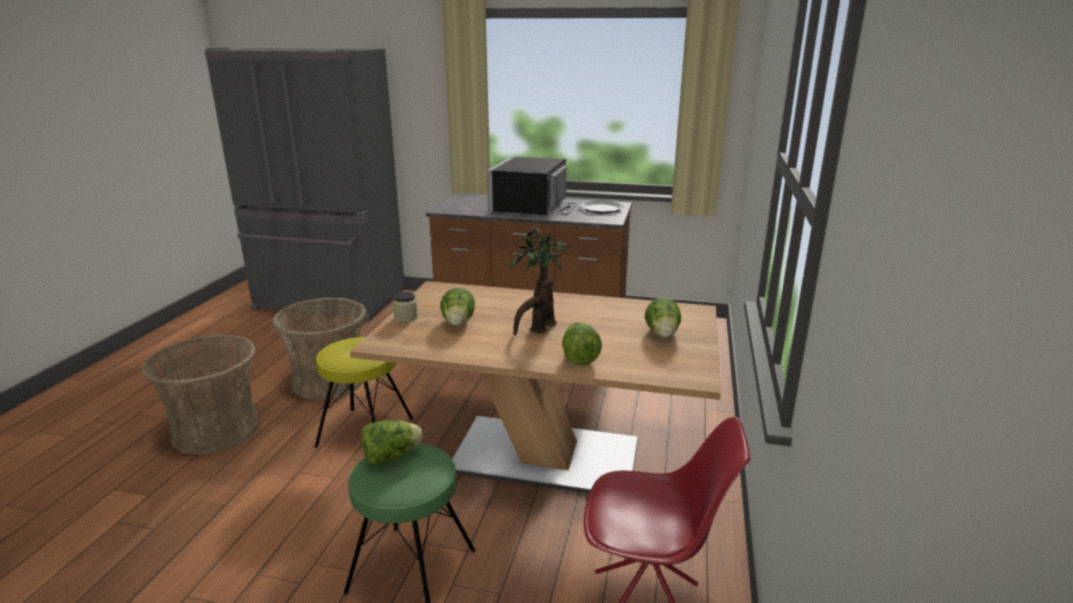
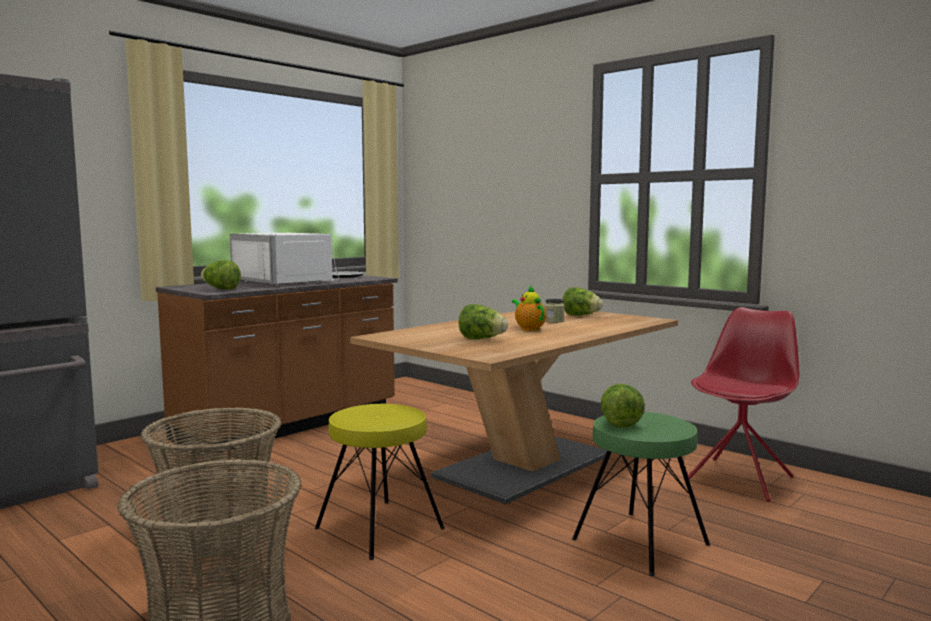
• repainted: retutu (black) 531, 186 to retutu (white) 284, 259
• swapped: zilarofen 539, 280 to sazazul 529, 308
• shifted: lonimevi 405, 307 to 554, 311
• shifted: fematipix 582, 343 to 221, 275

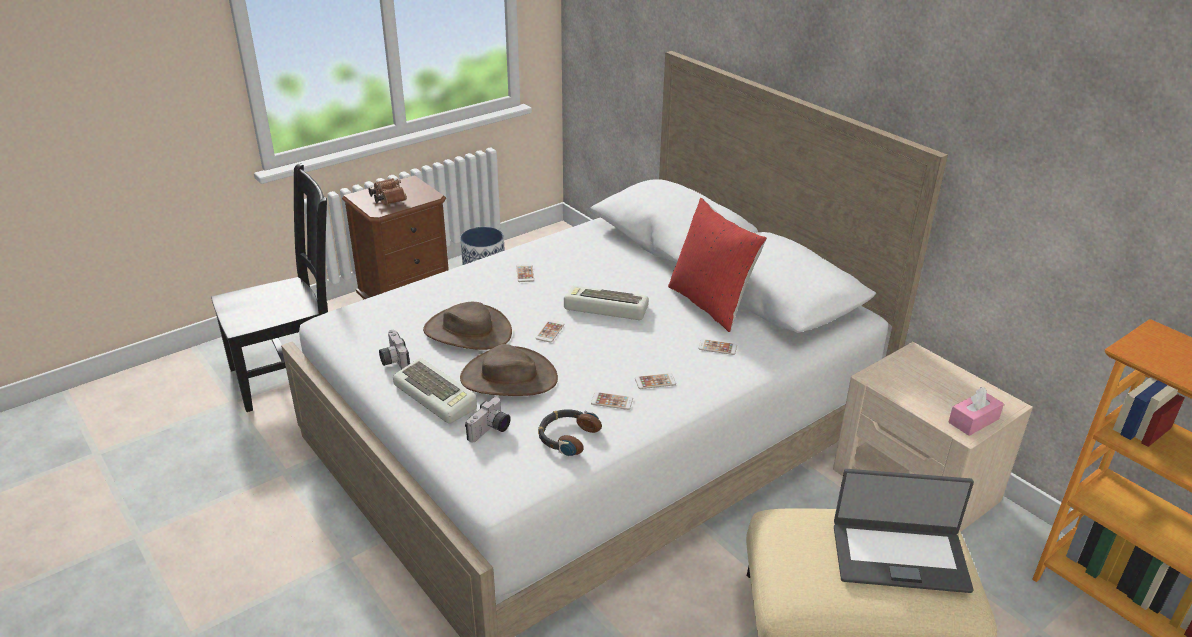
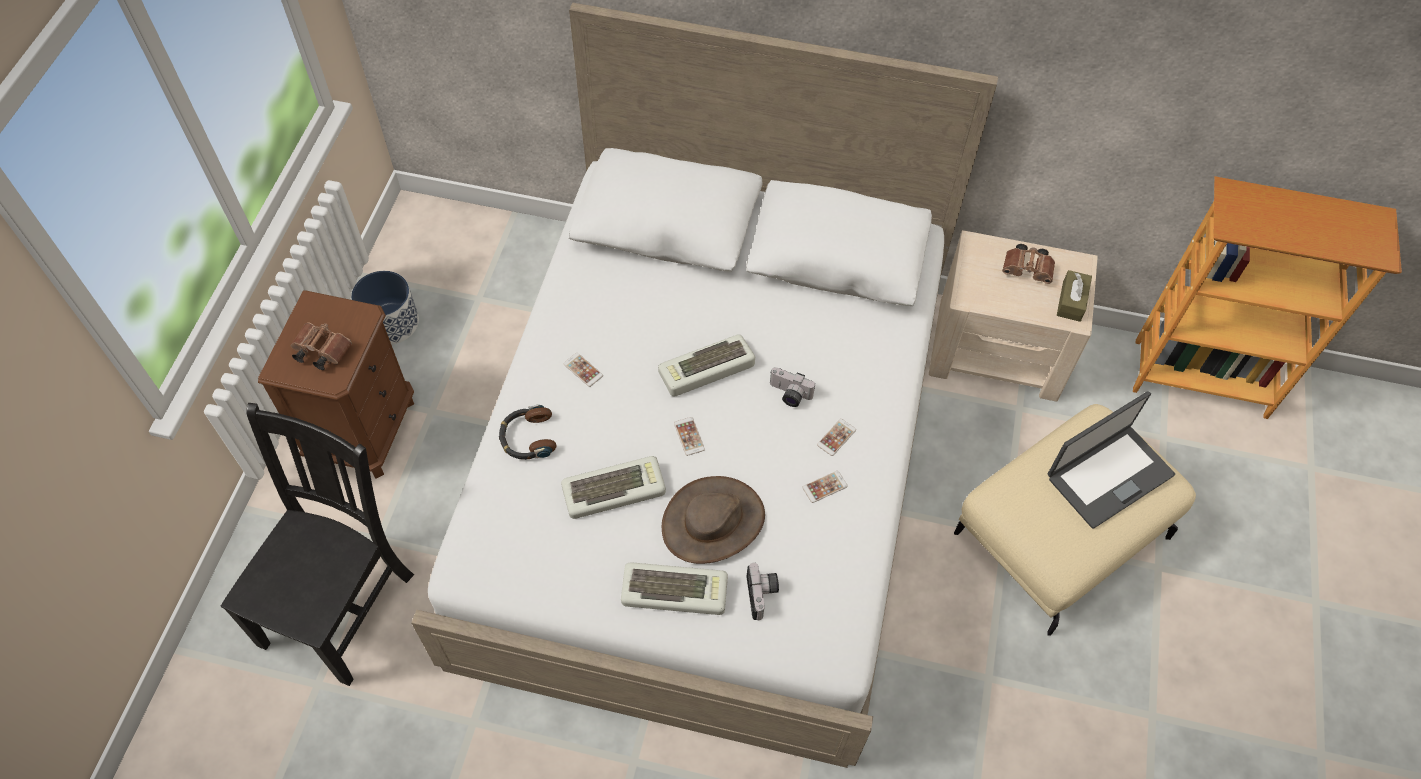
• gone: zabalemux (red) 717, 265
• swapped: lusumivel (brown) 467, 326 to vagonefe 613, 487
• shifted: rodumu 394, 349 to 792, 387
• gone: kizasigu 717, 347
• repainted: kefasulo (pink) 976, 411 to kefasulo (brown) 1074, 296
• shifted: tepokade 570, 432 to 527, 432
• new: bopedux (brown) 1028, 264

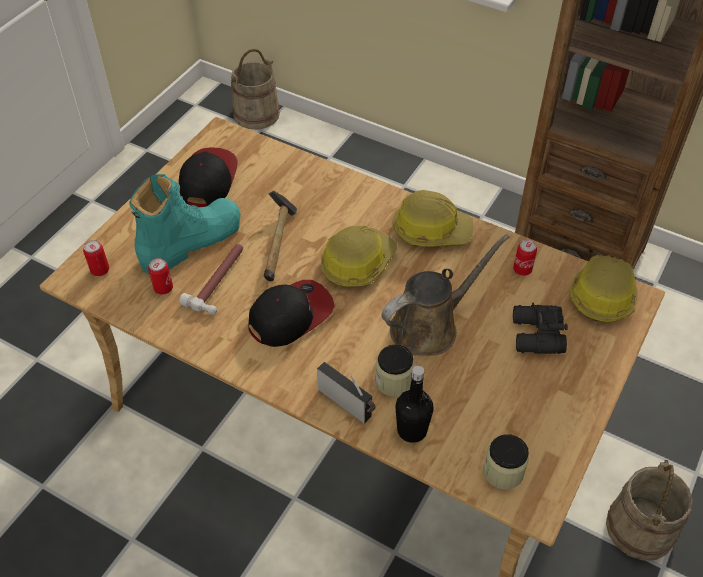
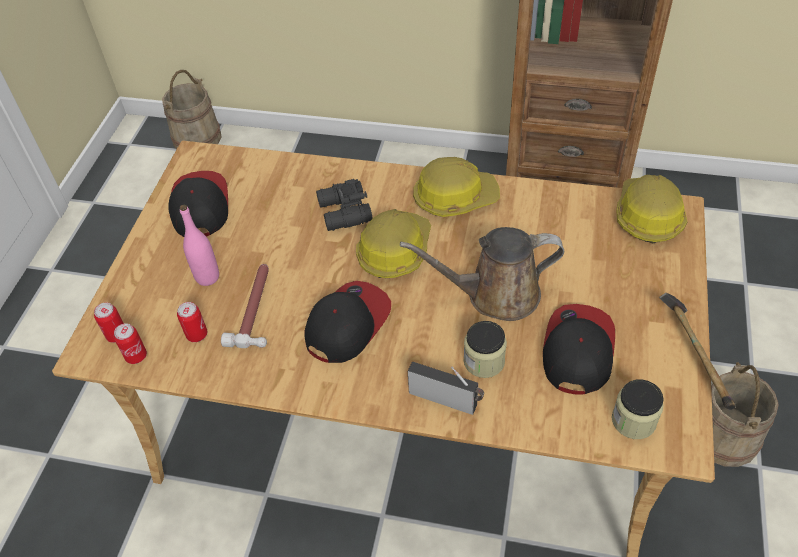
• swapped: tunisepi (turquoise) 185, 224 to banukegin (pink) 199, 245
• shifted: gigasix 280, 236 to 697, 351
• rotated: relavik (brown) 445, 295 = 482, 274 135 degrees counterclockwise
• shifted: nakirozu 525, 258 to 130, 343
• shifted: bopedux (black) 540, 328 to 344, 205
• gone: banukegin (black) 414, 404
• new: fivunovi 579, 349

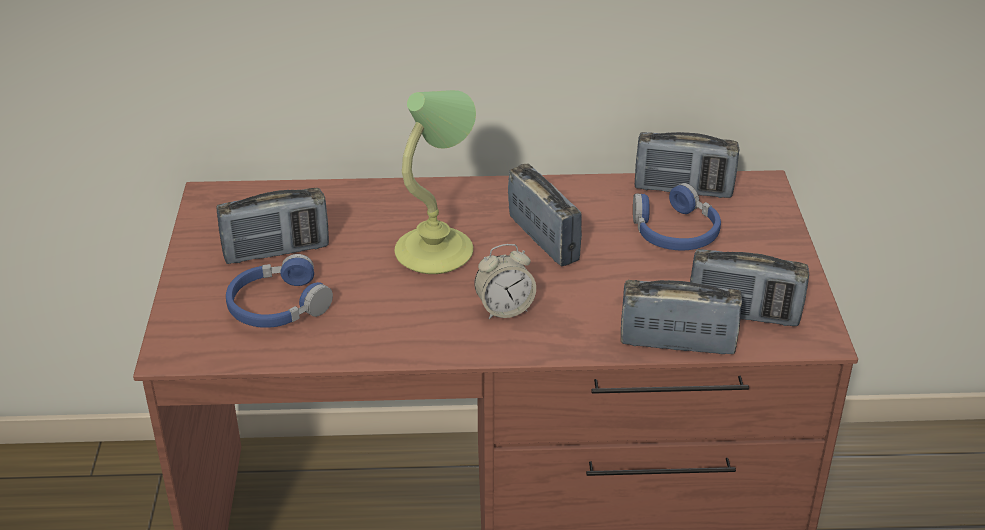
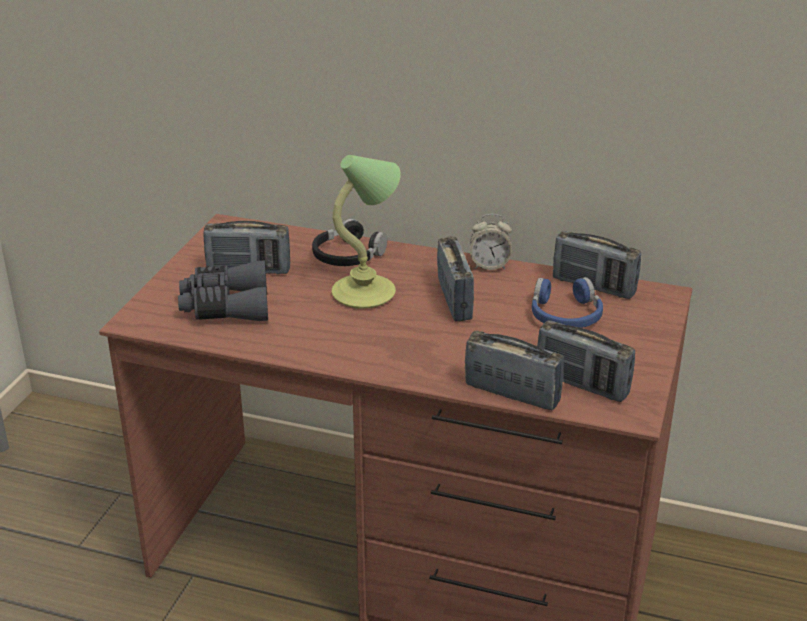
• shifted: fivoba 505, 281 to 491, 242
• swapped: tepokade (blue) 279, 291 to bopedux (grey) 223, 290
• new: tepokade (black) 349, 242

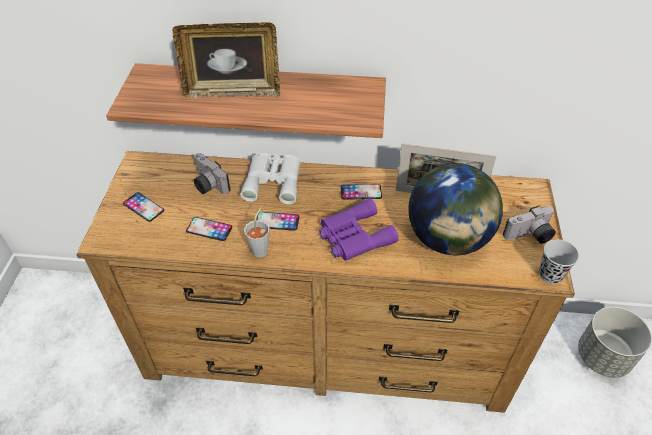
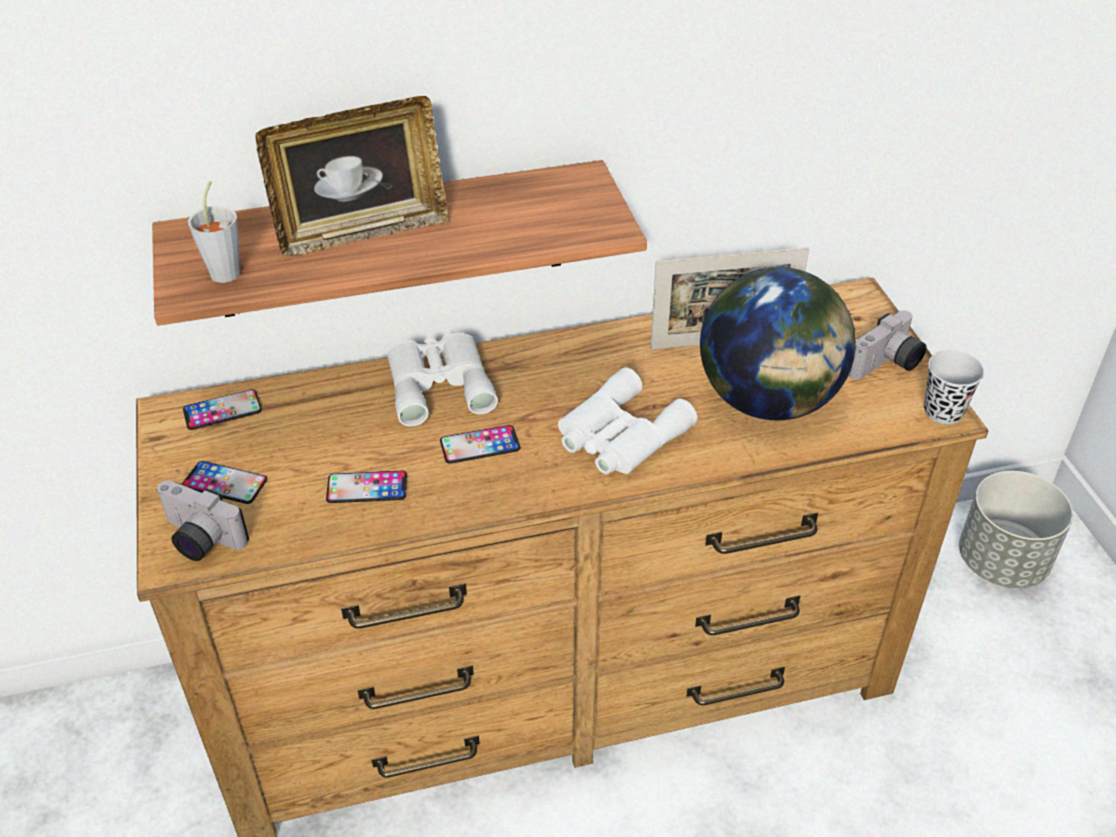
• shifted: rodumu 212, 173 to 202, 520
• shifted: kizasigu 361, 192 to 222, 409
• repainted: bopedux (purple) 359, 230 to bopedux (white) 627, 420
• shifted: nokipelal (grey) 257, 232 to 214, 232

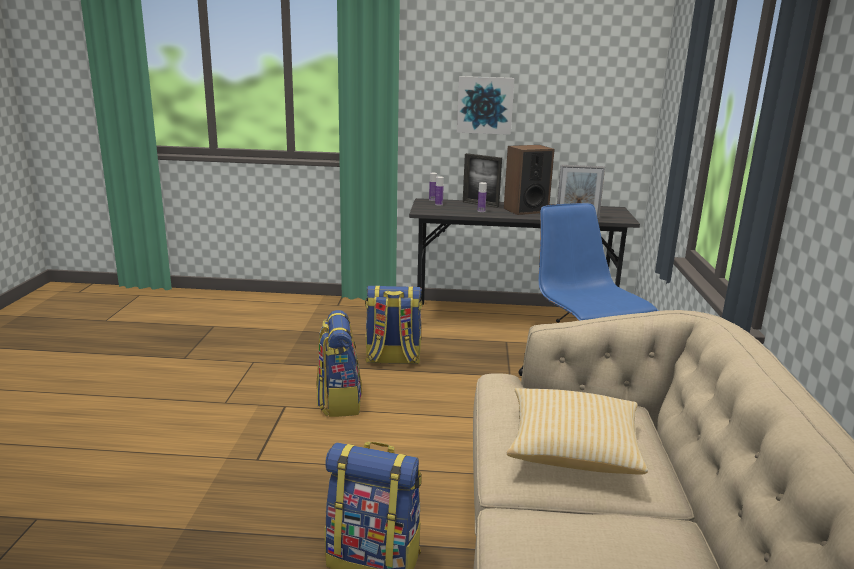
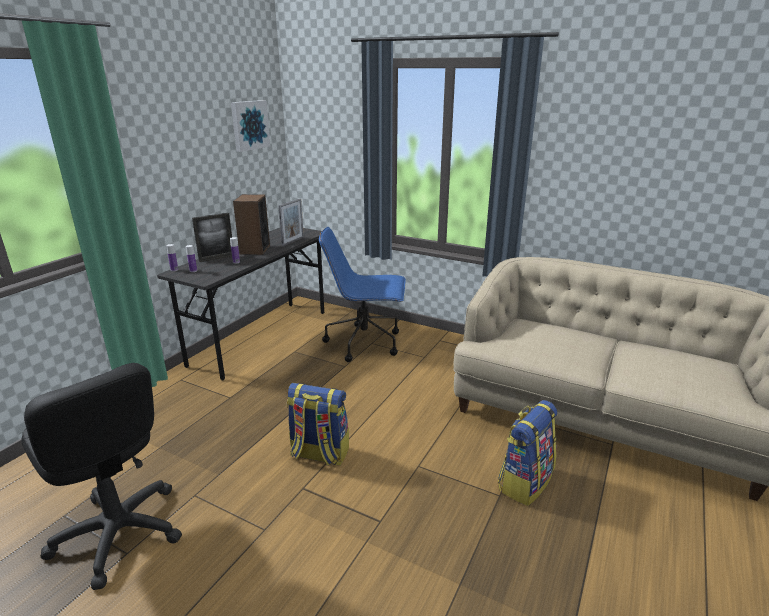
• shifted: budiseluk 486, 105 to 250, 126
• gone: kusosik 394, 325
• gone: zabalemux 577, 431
• new: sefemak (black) 101, 476

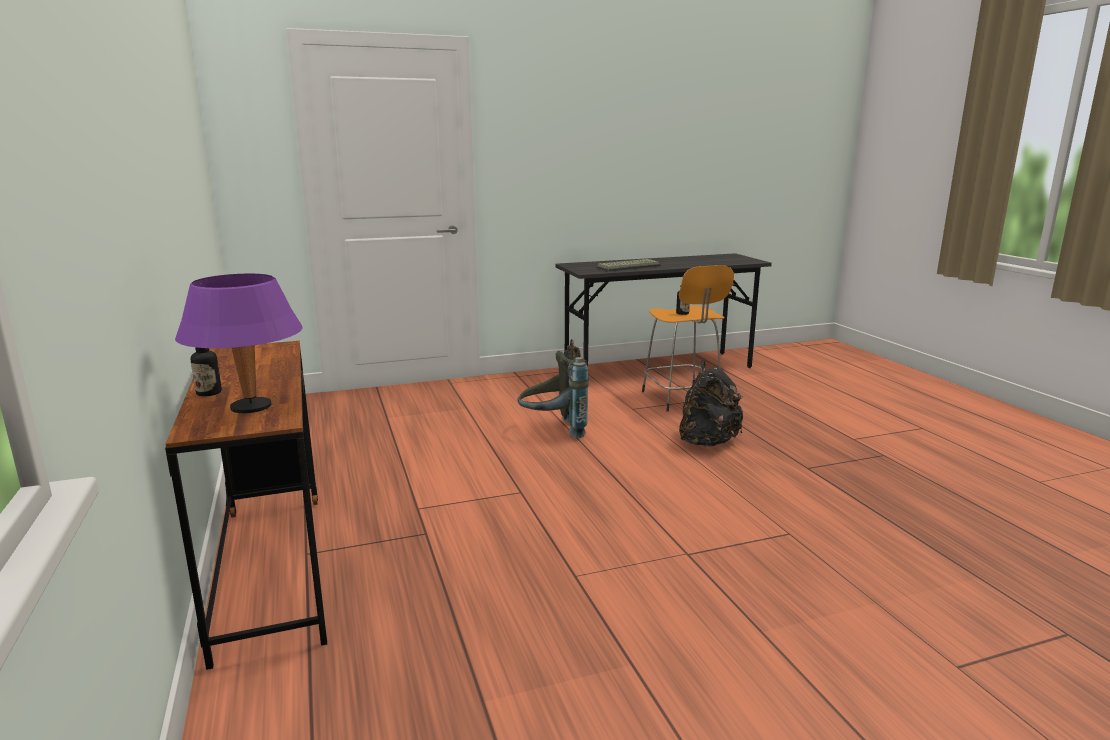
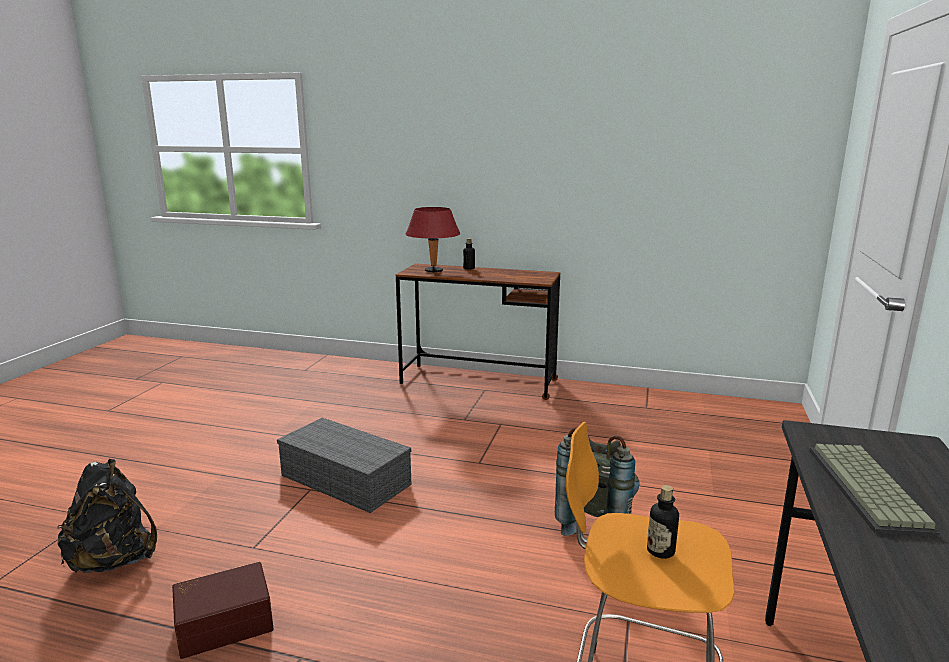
• repainted: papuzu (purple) 239, 343 to papuzu (red) 433, 240
• shifted: kusosik (black) 711, 403 to 107, 516
• new: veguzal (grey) 344, 465
• new: veguzal (brown) 223, 610

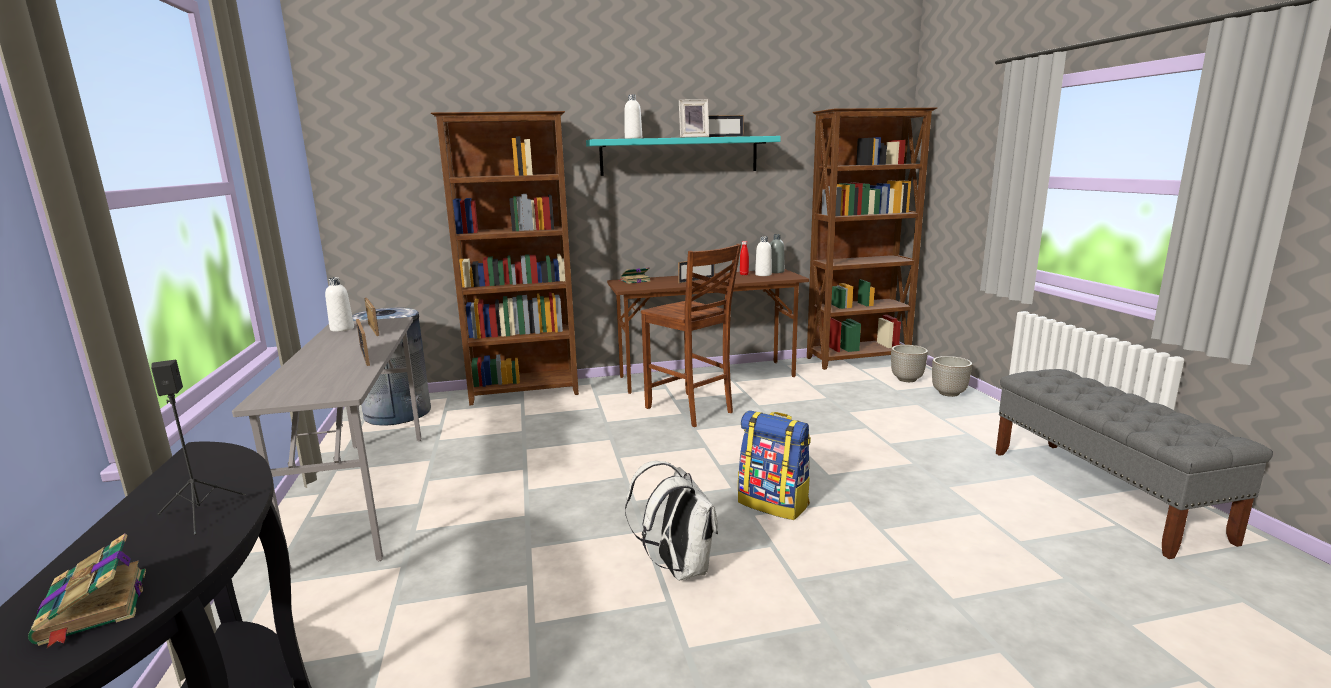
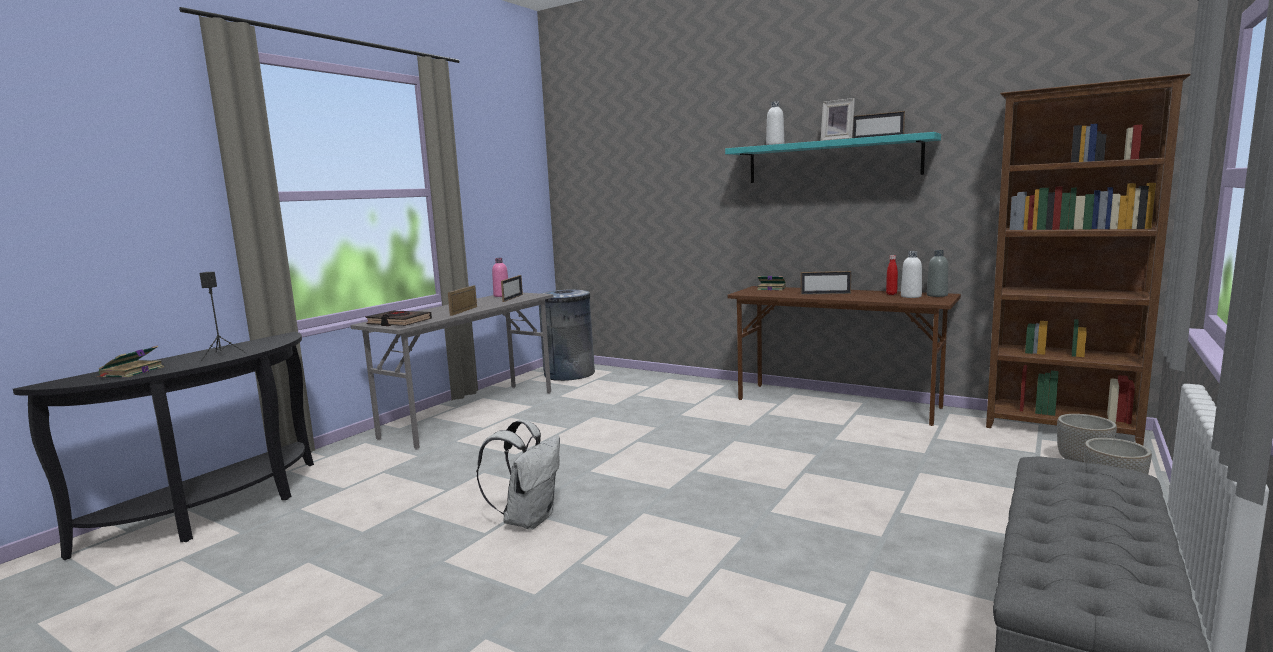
• gone: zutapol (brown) 505, 258
• gone: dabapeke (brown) 691, 335
• repainted: banukegin (white) 339, 304 to banukegin (pink) 500, 277
• gone: kusosik 774, 465
• new: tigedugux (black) 399, 318

